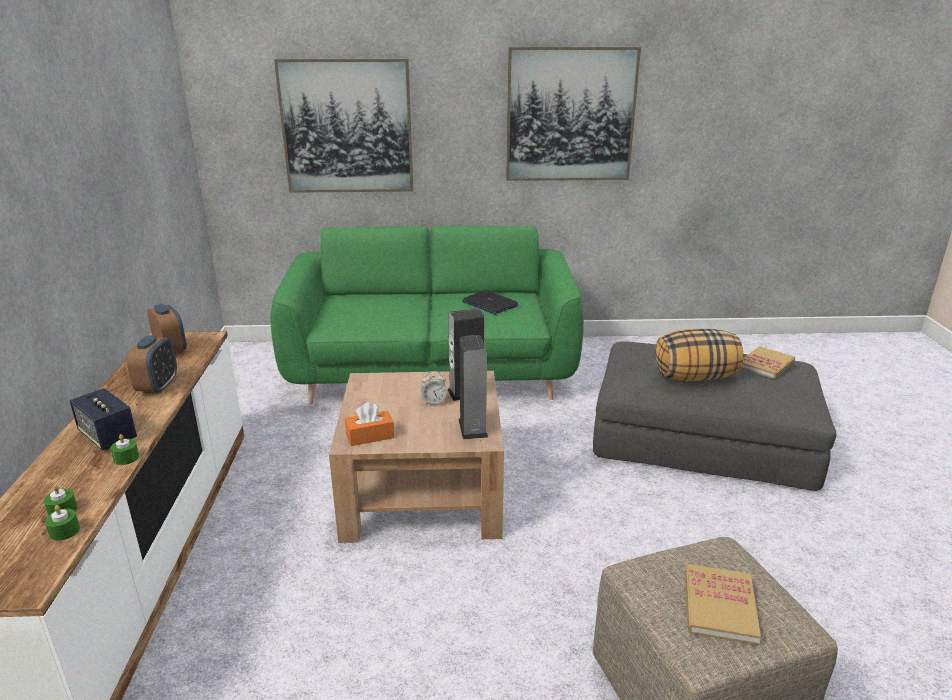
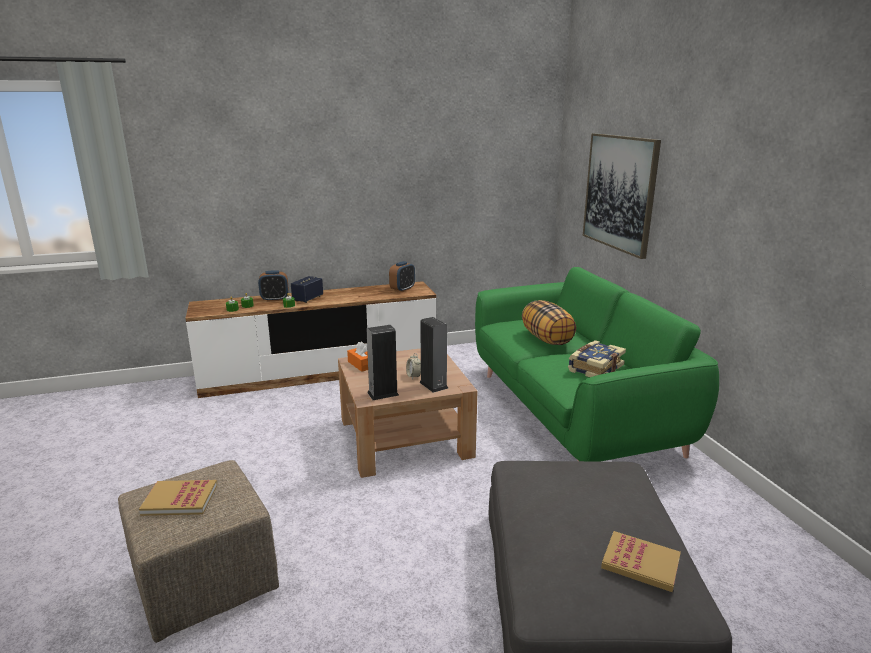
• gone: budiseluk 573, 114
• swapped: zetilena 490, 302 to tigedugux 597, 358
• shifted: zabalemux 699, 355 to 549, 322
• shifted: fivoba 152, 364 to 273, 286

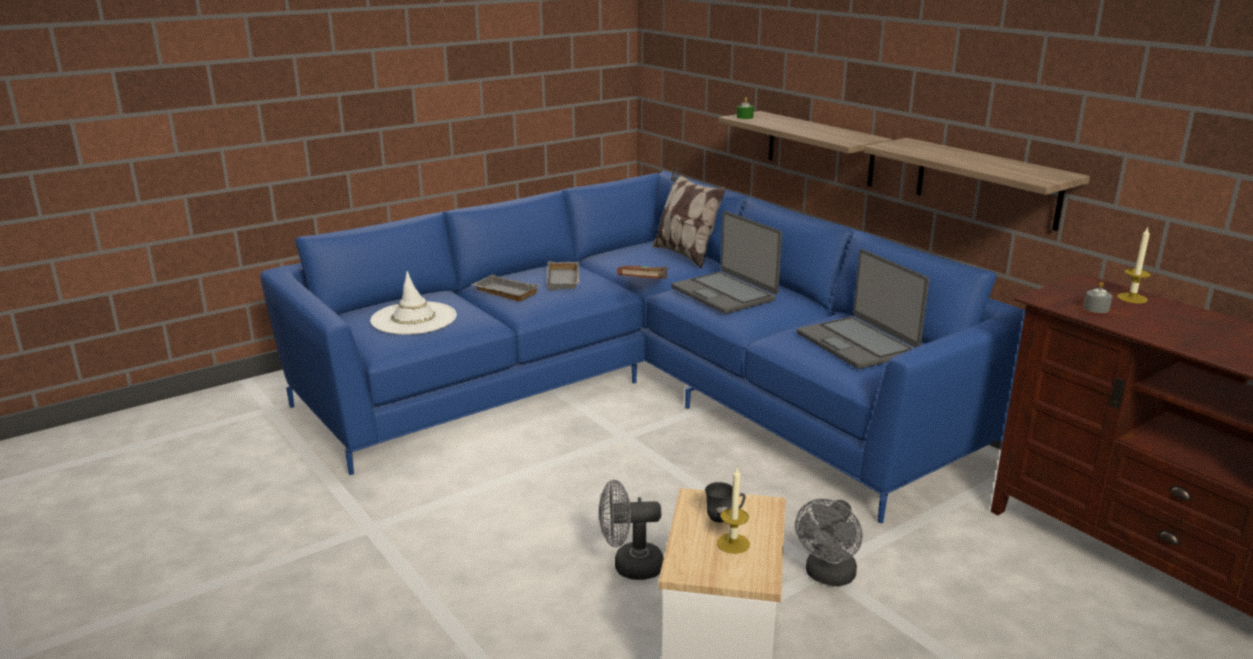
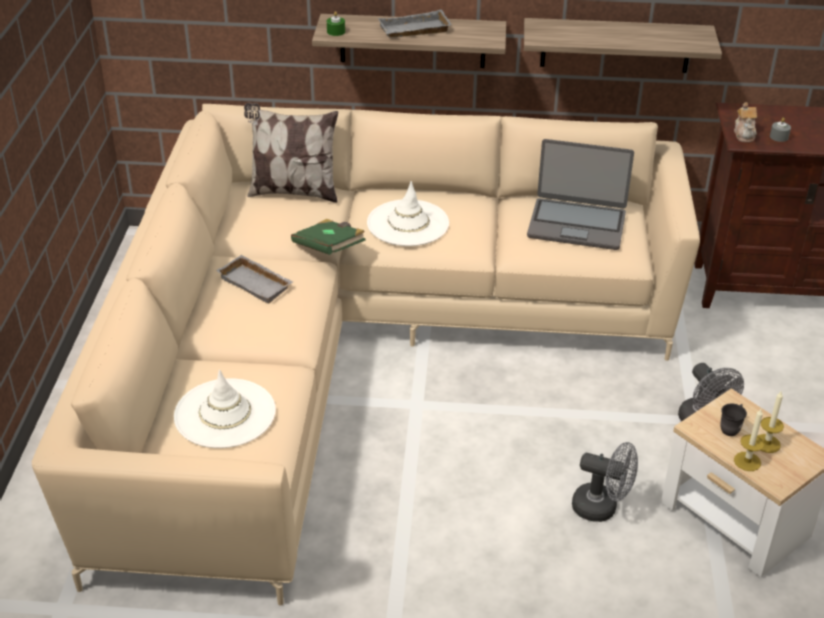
• repainted: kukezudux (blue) 642, 347 to kukezudux (beige) 366, 355
• swapped: zetilena 726, 262 to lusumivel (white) 408, 213
• shifted: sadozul 1134, 265 to 749, 440
• repainted: tigedugux (brown) 642, 272 to tigedugux (green) 328, 237
• shifted: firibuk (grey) 505, 287 to 415, 23
• rotated: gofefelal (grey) 631, 530 = 605, 482 105 degrees counterclockwise
• new: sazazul 745, 122

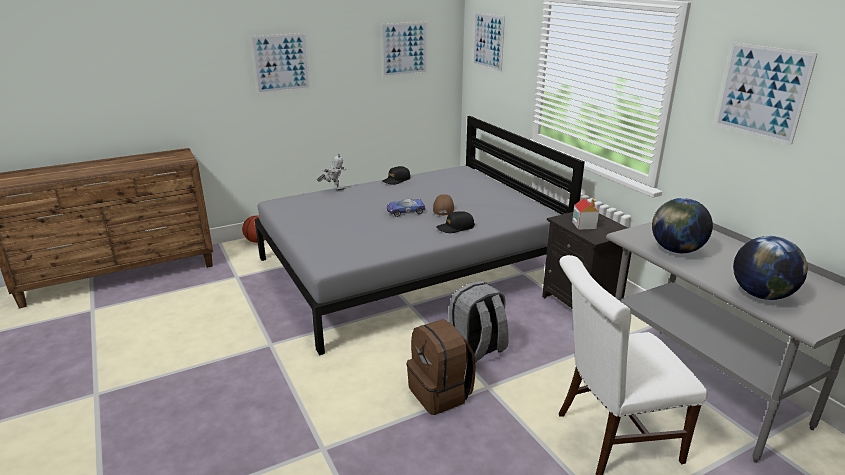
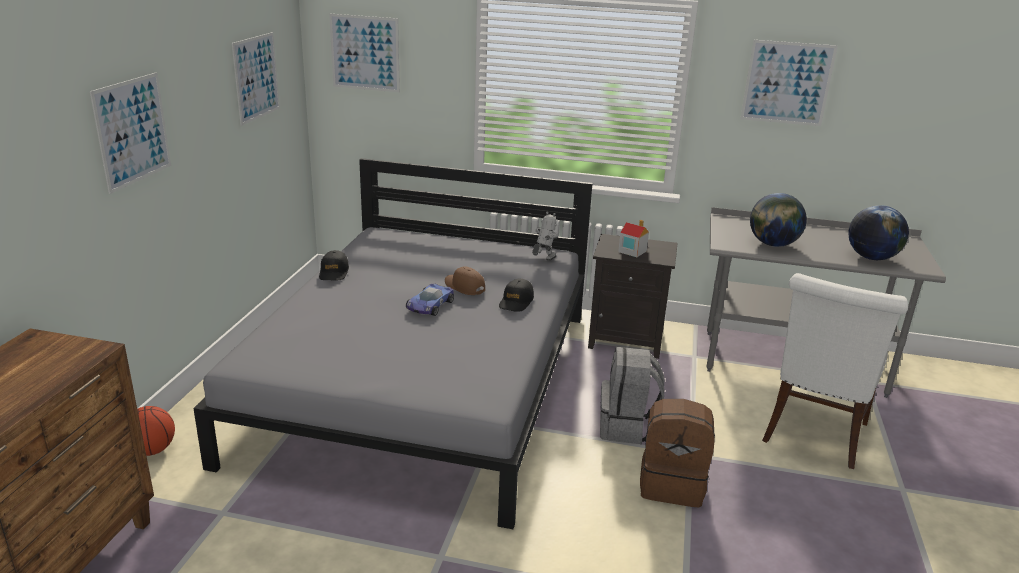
• shifted: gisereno 332, 172 to 545, 236

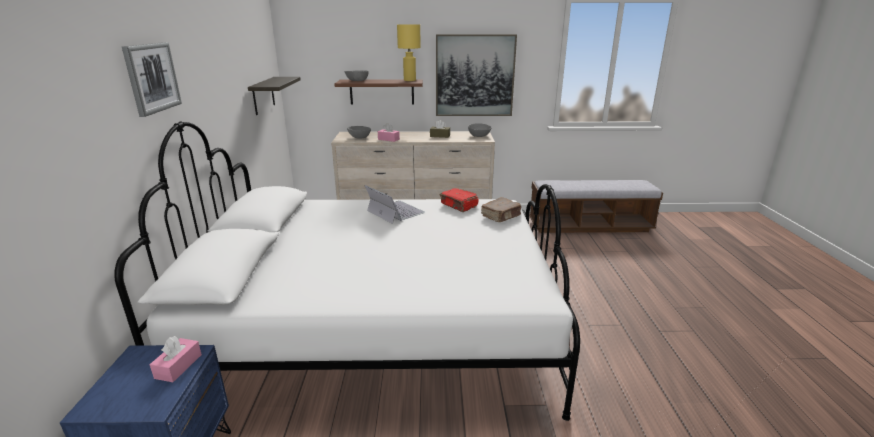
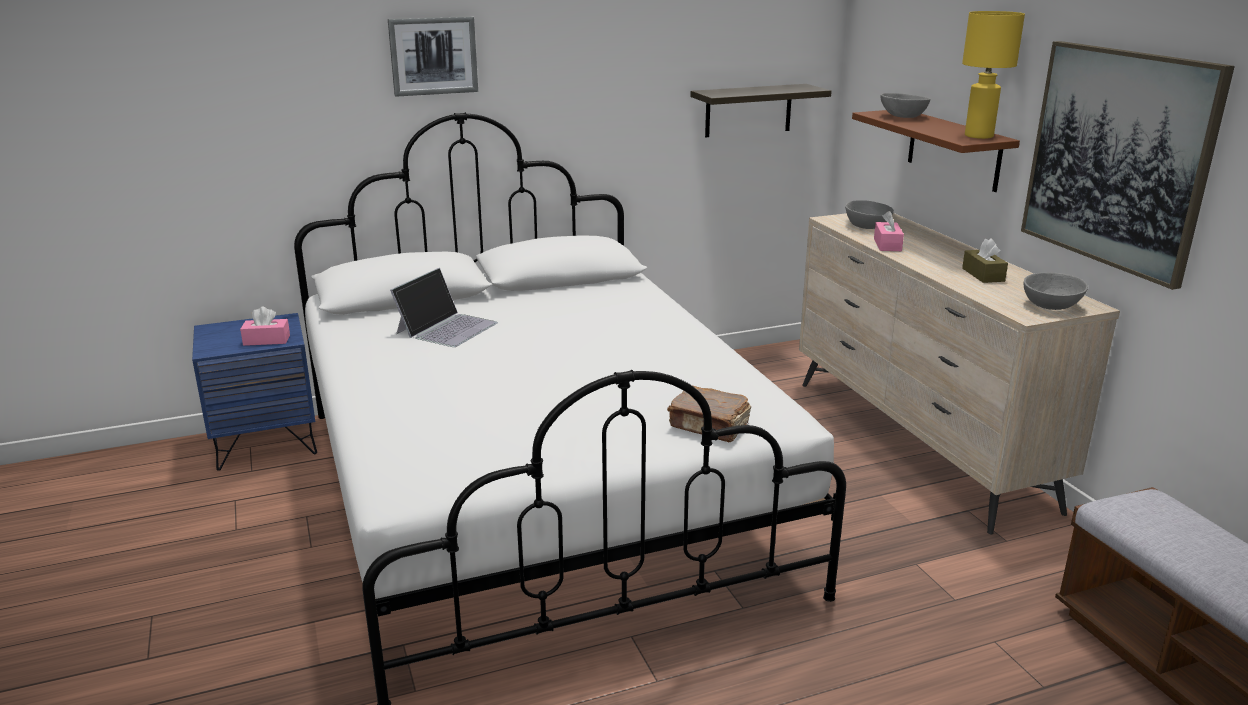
• shifted: zetilena 395, 204 to 444, 307
• gone: tigedugux (red) 459, 200

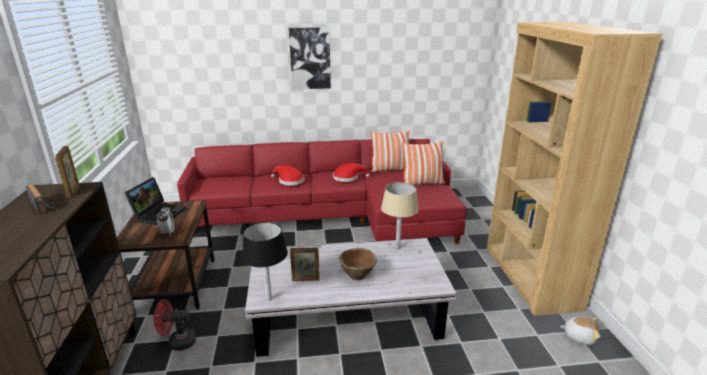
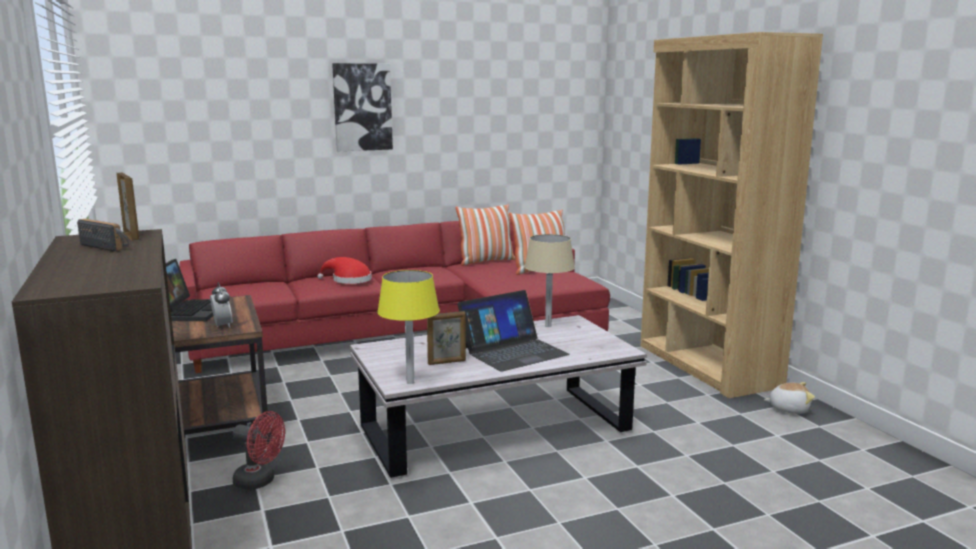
• gone: lusumivel (red) 351, 172
• repainted: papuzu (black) 264, 261 to papuzu (yellow) 408, 327
• swapped: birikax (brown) 358, 264 to zetilena 513, 331
• rotated: gofefelal (red) 175, 325 = 259, 450 135 degrees counterclockwise

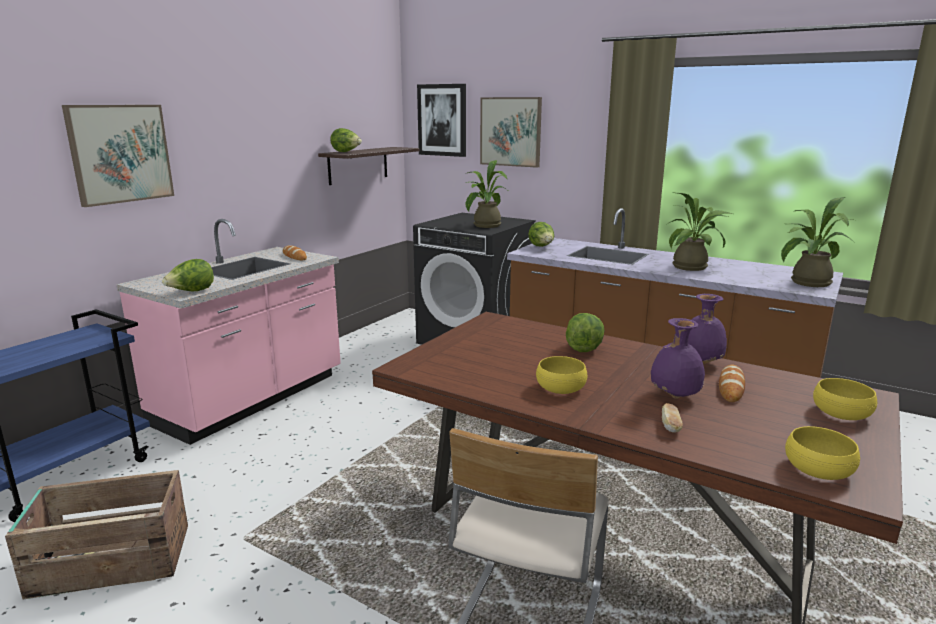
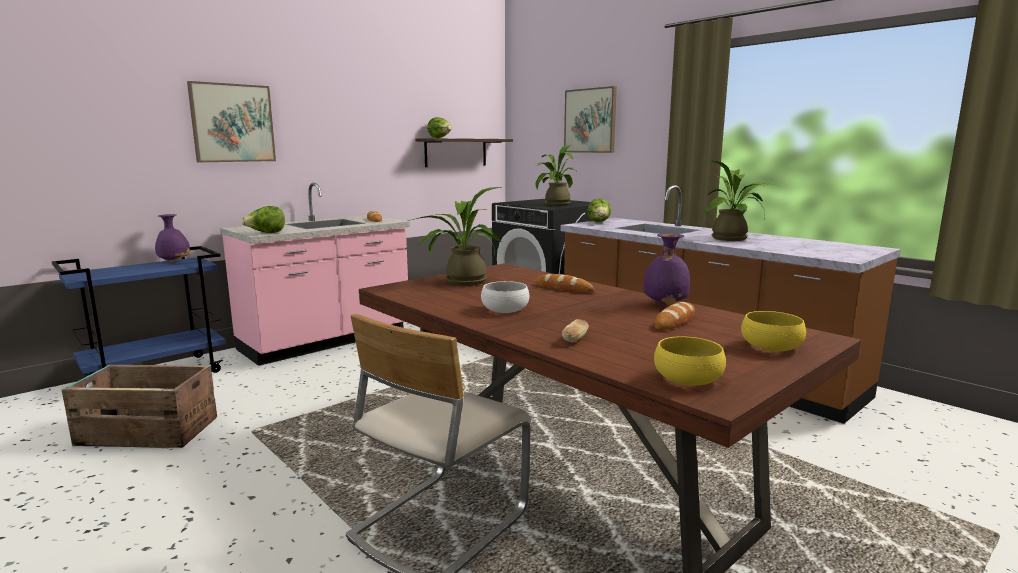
• gone: budiseluk 441, 120
• shifted: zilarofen 817, 242 to 455, 236
• swapped: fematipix 585, 332 to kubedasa 564, 283
• shifted: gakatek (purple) 678, 358 to 172, 238
• repainted: birikax (yellow) 561, 375 to birikax (white) 505, 297

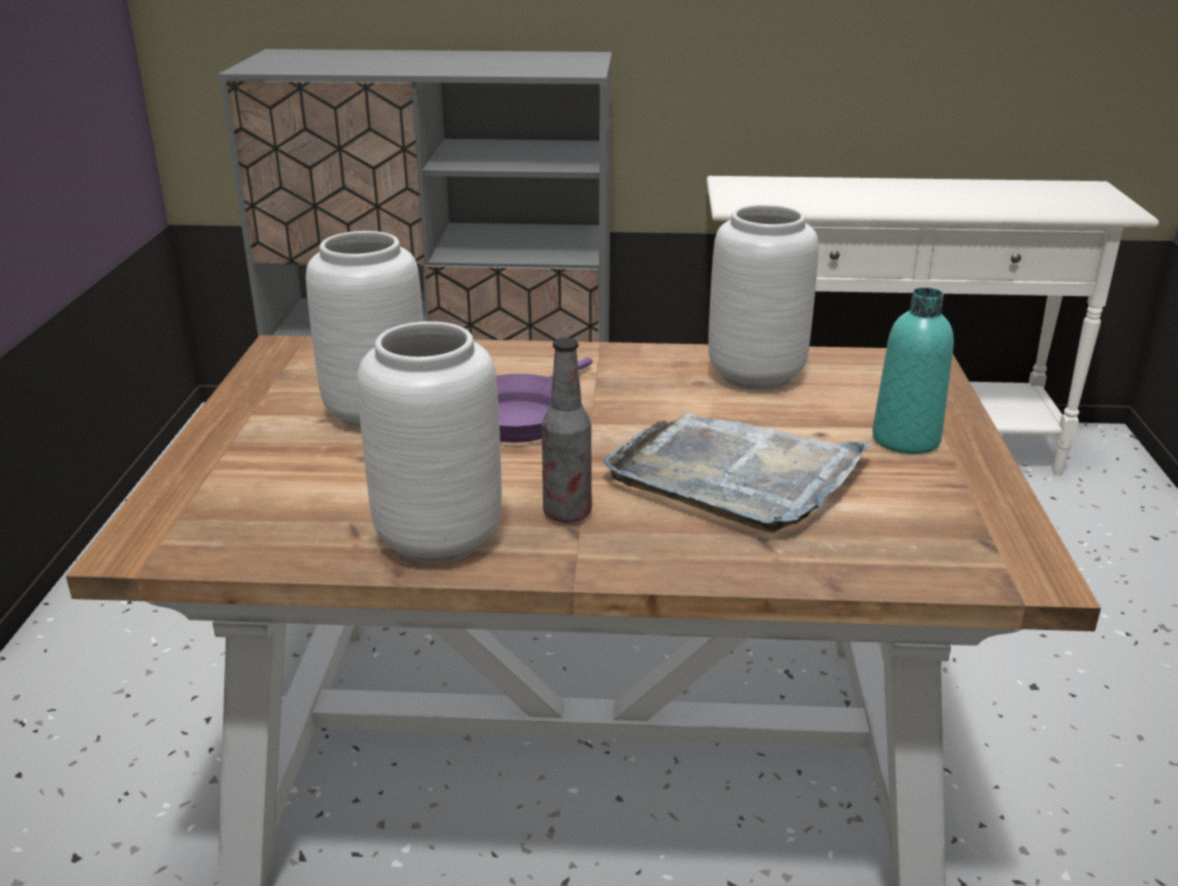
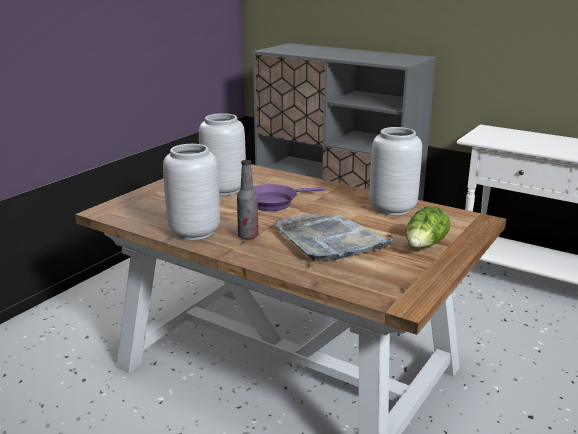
• swapped: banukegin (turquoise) 913, 371 to fematipix 428, 227

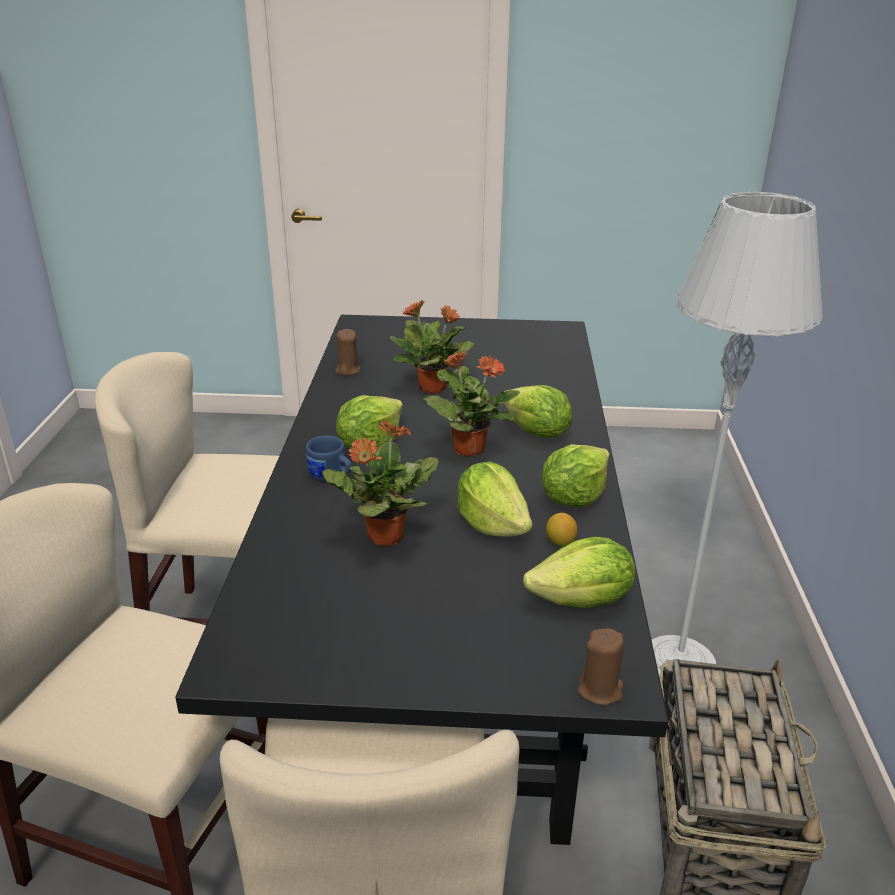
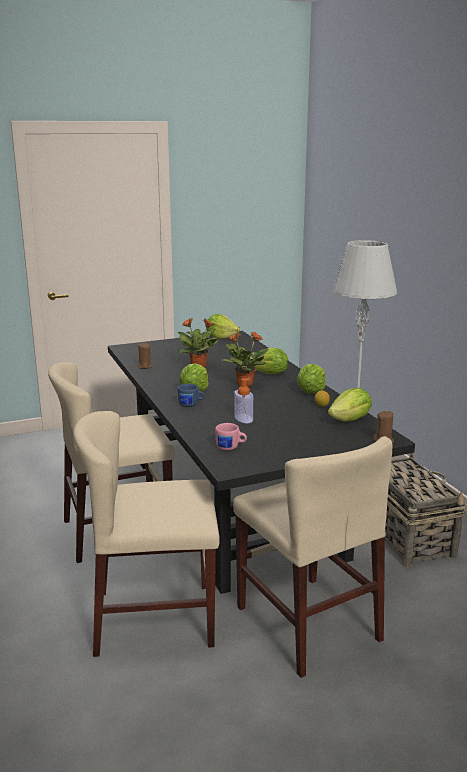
• swapped: zilarofen 380, 482 to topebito 243, 400
• shifted: fematipix 495, 499 to 223, 326
• new: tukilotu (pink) 231, 436

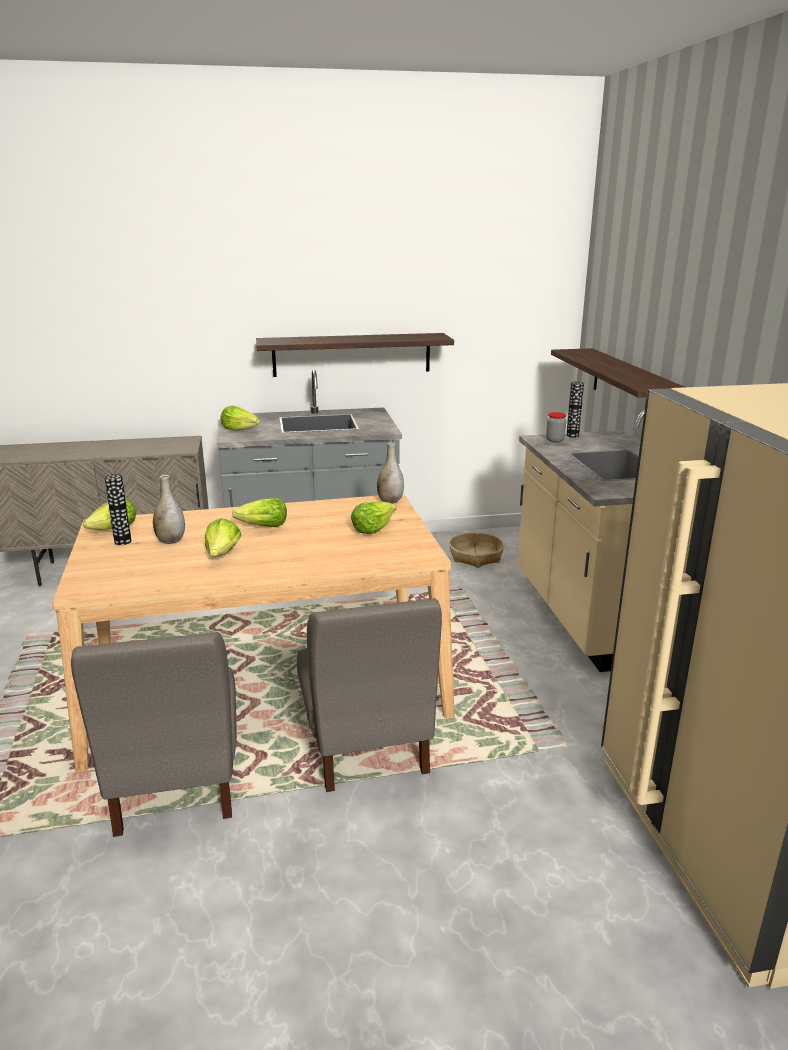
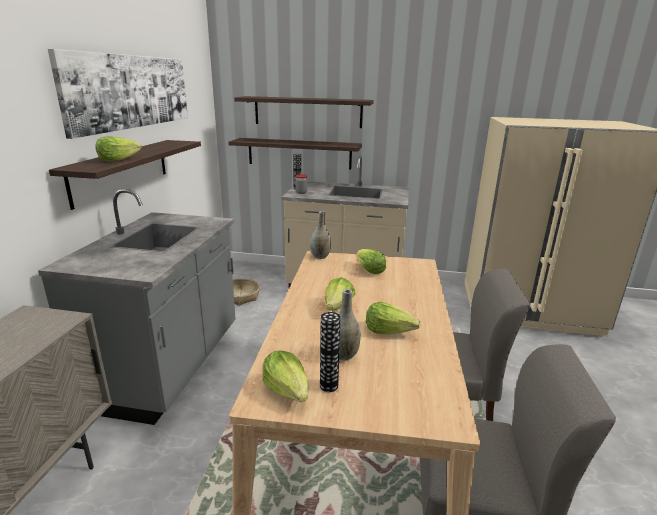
• shifted: fematipix 240, 418 to 118, 149
• new: budiseluk 118, 94
• new: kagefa 304, 112

